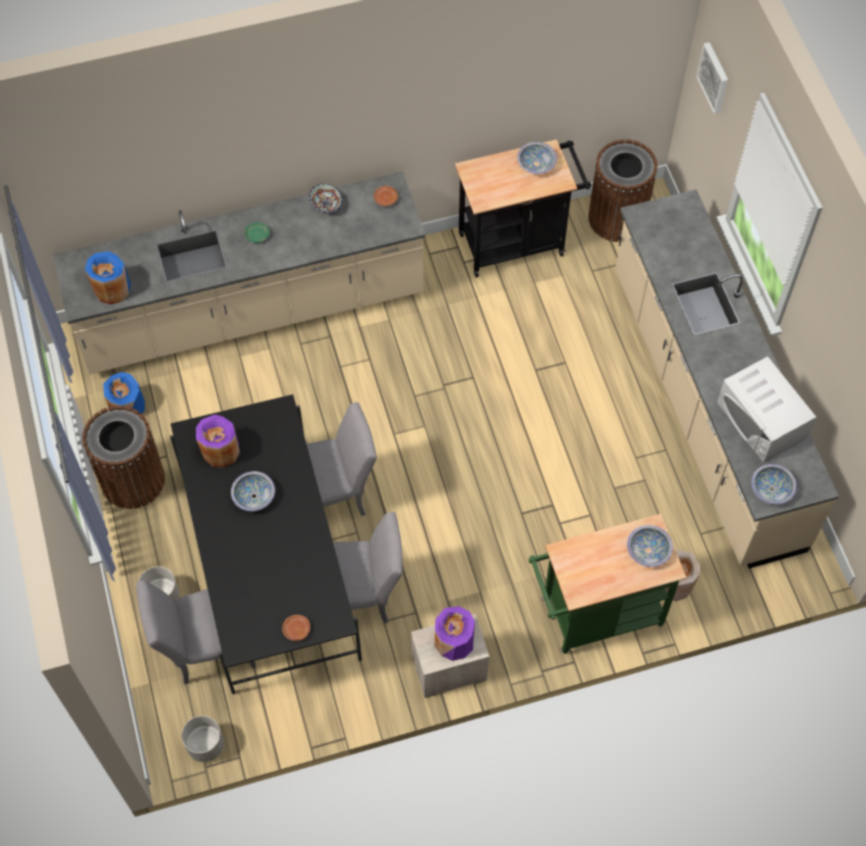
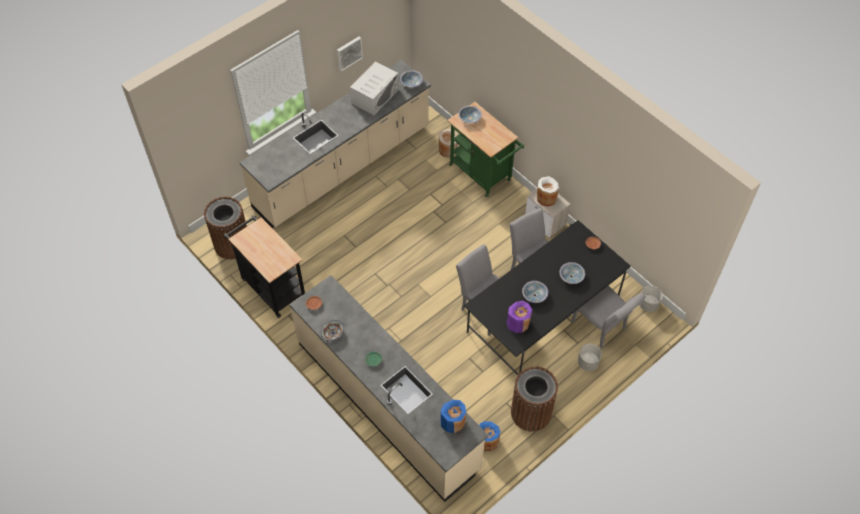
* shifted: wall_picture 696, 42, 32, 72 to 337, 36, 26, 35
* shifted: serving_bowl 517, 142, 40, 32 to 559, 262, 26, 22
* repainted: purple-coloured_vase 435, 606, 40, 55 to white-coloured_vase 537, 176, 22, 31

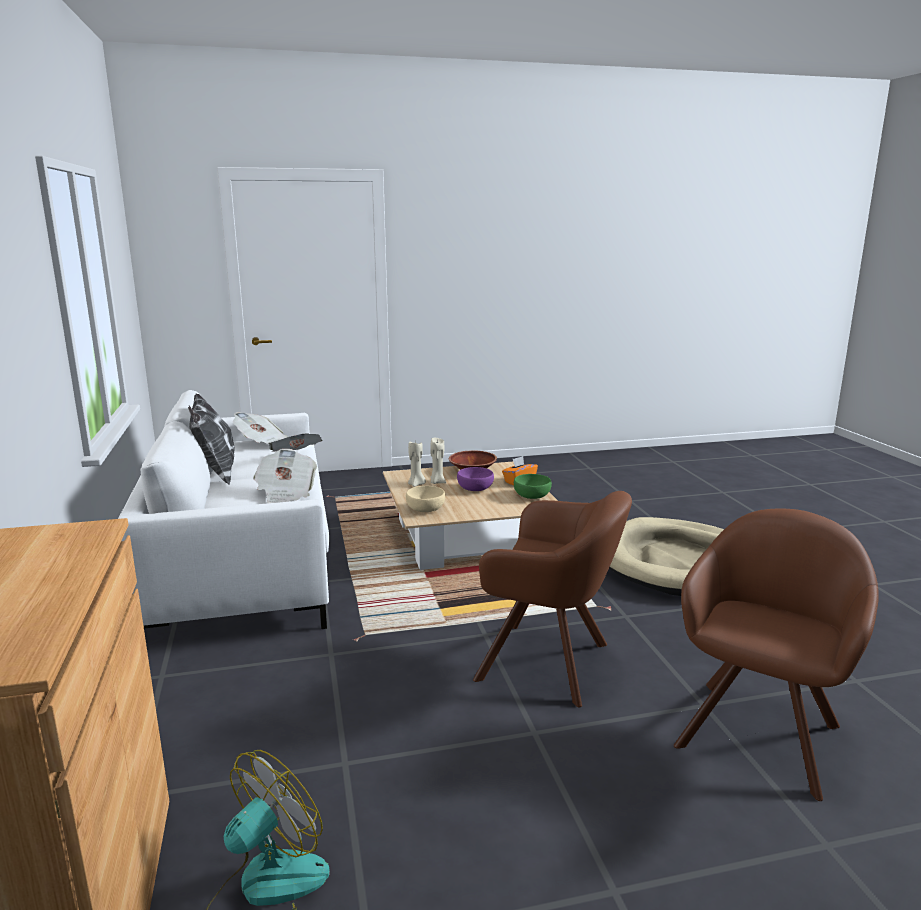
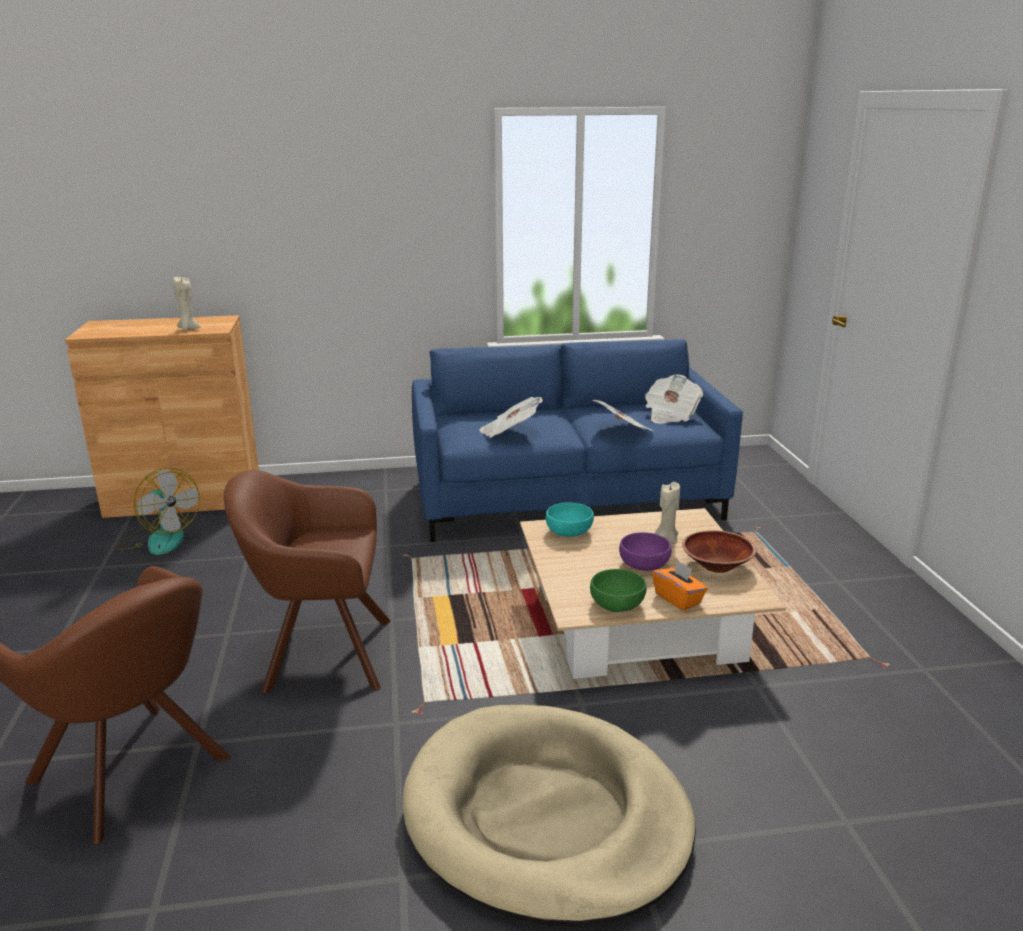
* repainted: white-coloured_couch 118, 390, 211, 239 to blue-coloured_couch 412, 339, 331, 203
* gone: cushion 188, 394, 47, 91
* shifted: sand-coloured_candle 408, 441, 18, 46 to 173, 277, 28, 54
* repainted: sand-coloured_serving_bowl 406, 486, 39, 26 to turquoise-coloured_serving_bowl 546, 503, 48, 34
* rotated: brown-coloured_armchair 473, 491, 159, 216 = 224, 470, 167, 224 60 degrees clockwise

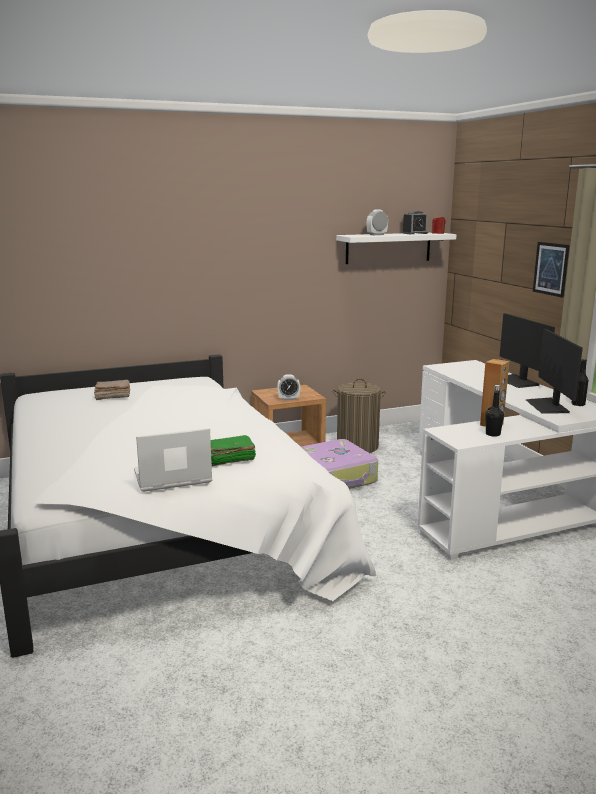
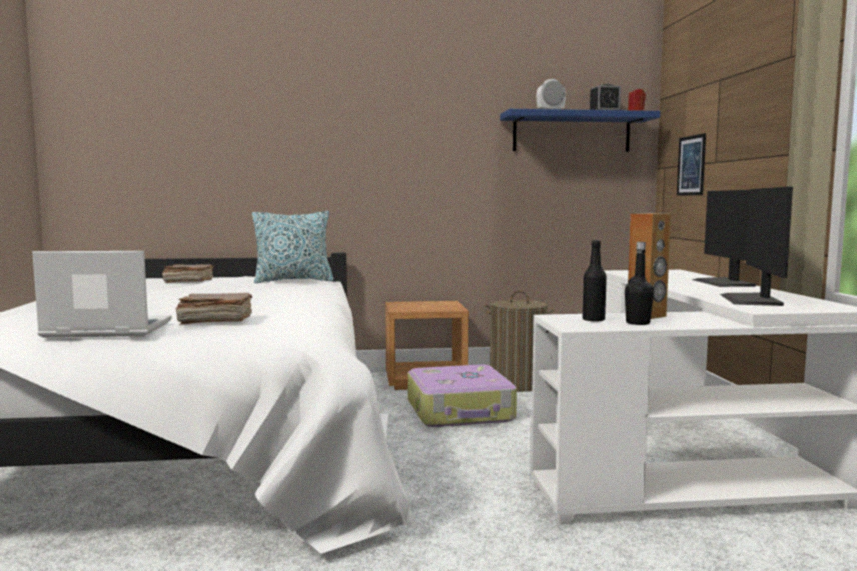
* repainted: white-coloured_shelf 336, 233, 121, 31 to blue-coloured_shelf 500, 109, 160, 43
* shifted: wall_picture 533, 242, 37, 56 to 677, 133, 29, 63
* shifted: black_bottle 572, 359, 16, 47 to 583, 240, 24, 82
* gone: bedside_clock 277, 374, 23, 26
* repainted: green_book 211, 435, 45, 31 to brown-coloured_book 176, 293, 76, 32
* new: cushion 252, 211, 82, 72

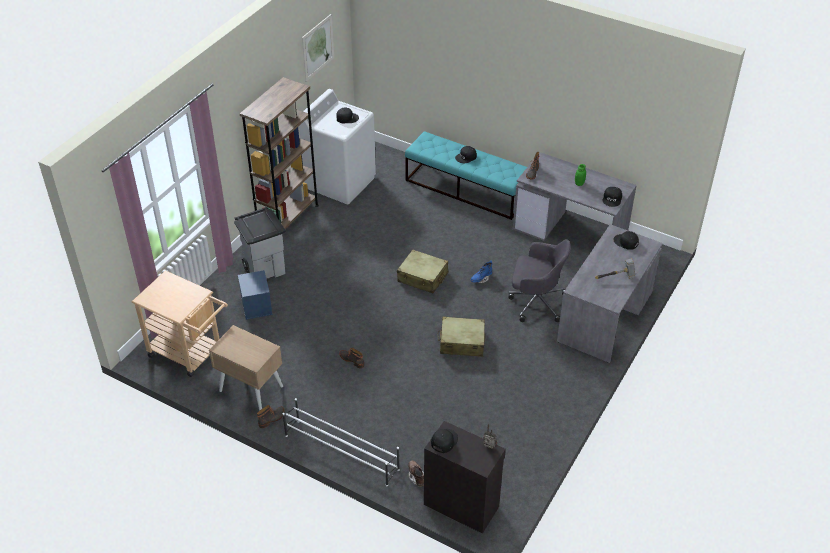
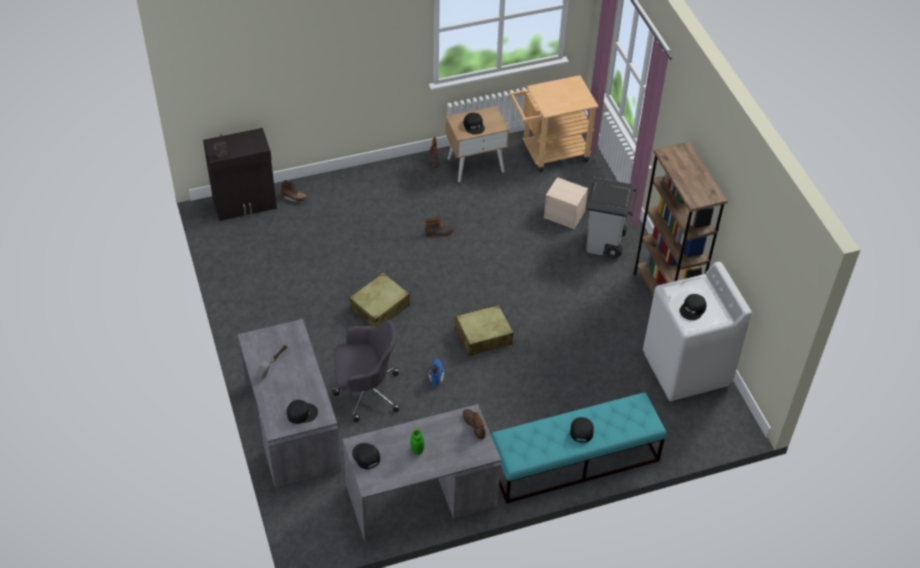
* gone: wall_picture 302, 14, 32, 68
* rotated: grey_computer_chair 508, 239, 63, 83 = 332, 320, 67, 102 150 degrees counterclockwise
* repainted: blue-coloured_storage_box 238, 270, 35, 50 to sand-coloured_storage_box 544, 177, 44, 52
* gone: white-coloured_shoe_rack 282, 398, 118, 88
* shifted: black_cap 431, 429, 27, 24 to 464, 113, 21, 22

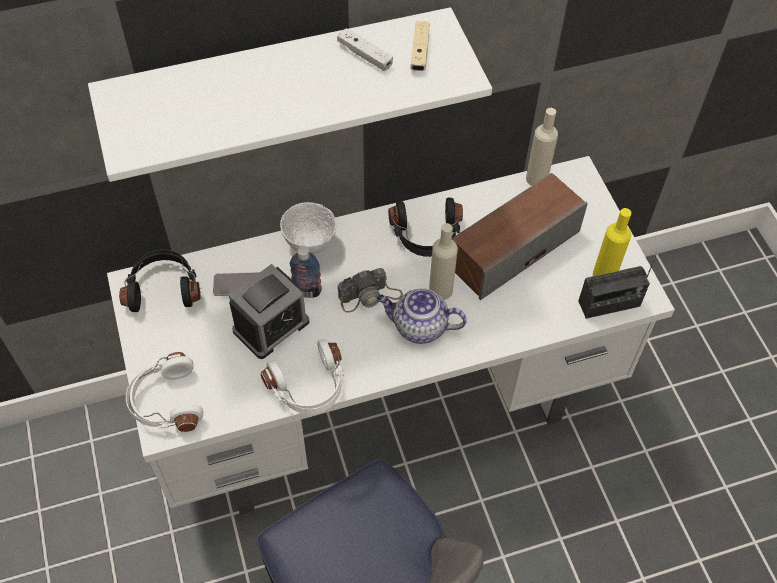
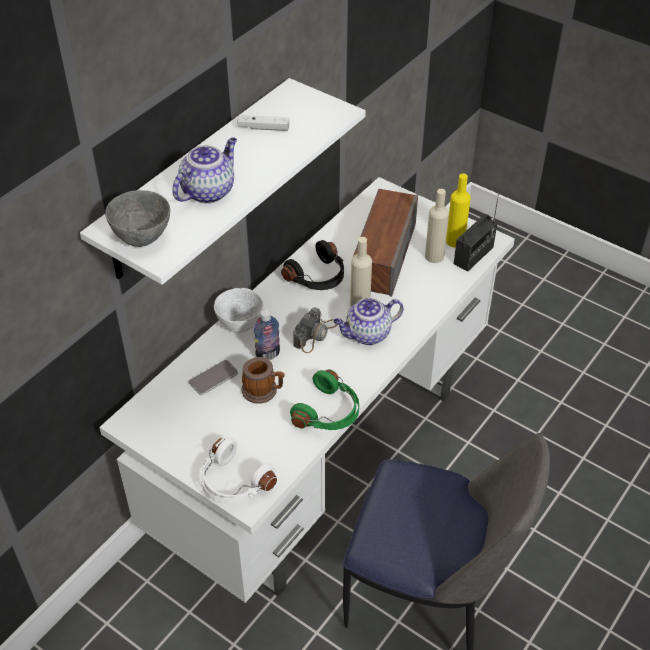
* gone: sand-coloured_game_controller 410, 21, 20, 50
* shifted: sand-coloured_bottle 526, 108, 32, 78 to 425, 189, 24, 74
* gone: black_headphones 119, 250, 82, 62
* swapped: bedside_clock 229, 264, 80, 95 to tea_mug 242, 357, 43, 47
* repainted: white-coloured_headphones 260, 339, 85, 75 to green_headphones 290, 369, 69, 61
* new: teapot 172, 137, 65, 67
* new: grey_serving_bowl 105, 190, 65, 57

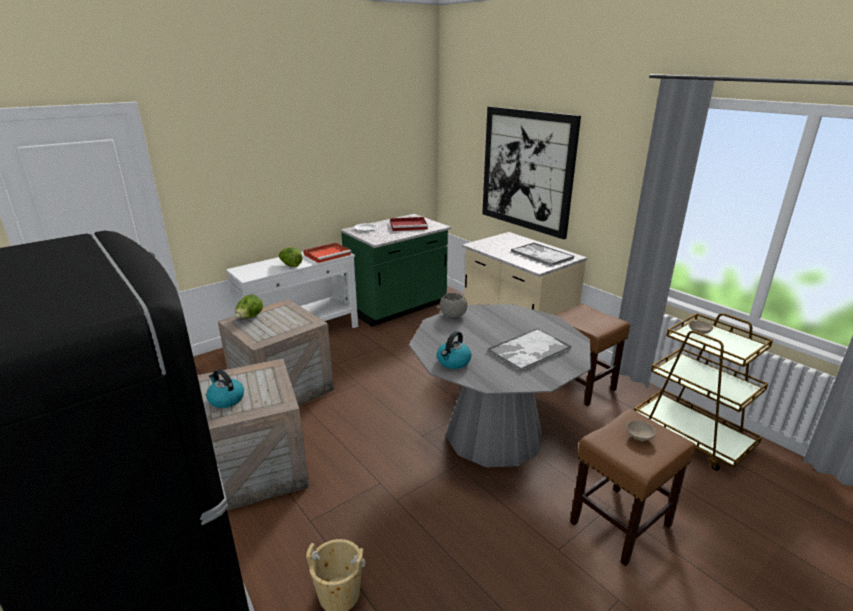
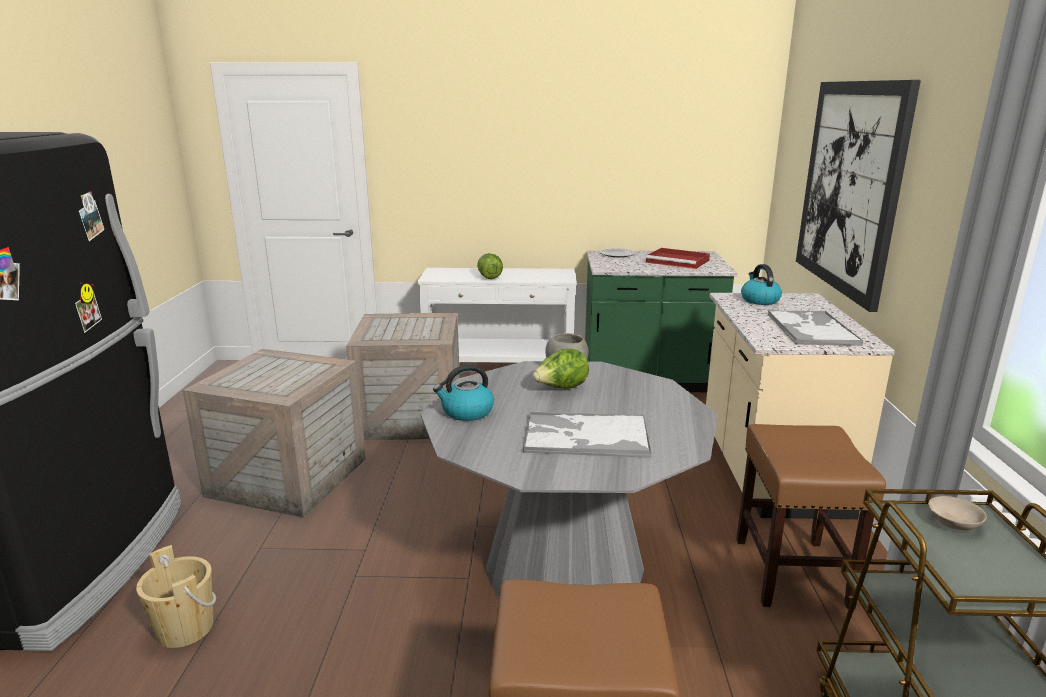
* gone: red_carrying_tray 303, 242, 48, 21
* shifted: lettuce_head 235, 295, 28, 23 to 532, 349, 57, 40
* shifted: water_kettle 206, 369, 38, 39 to 741, 264, 41, 41
* gone: sand-coloured_serving_bowl 626, 421, 30, 20

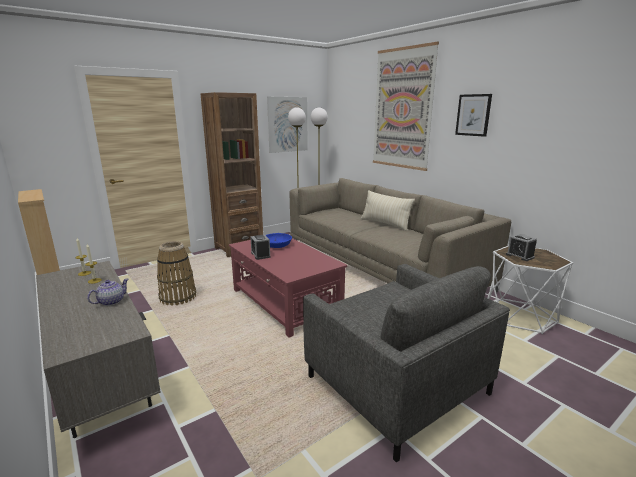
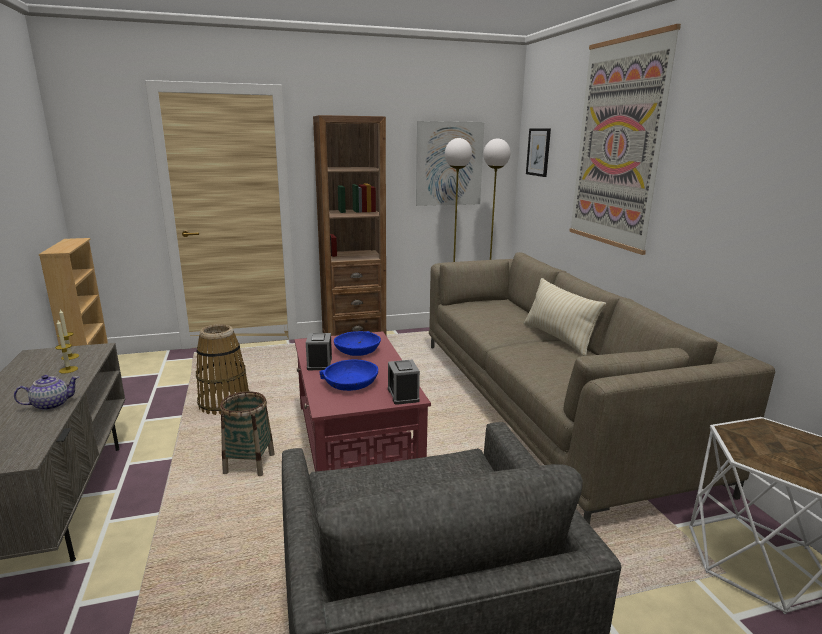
* shifted: wall_picture 455, 94, 37, 43 to 526, 128, 25, 49
* shifted: bedside_clock 506, 234, 31, 27 to 388, 360, 32, 45
* new: blue-coloured_serving_bowl 319, 359, 59, 32
* new: storage_basket 220, 391, 55, 85

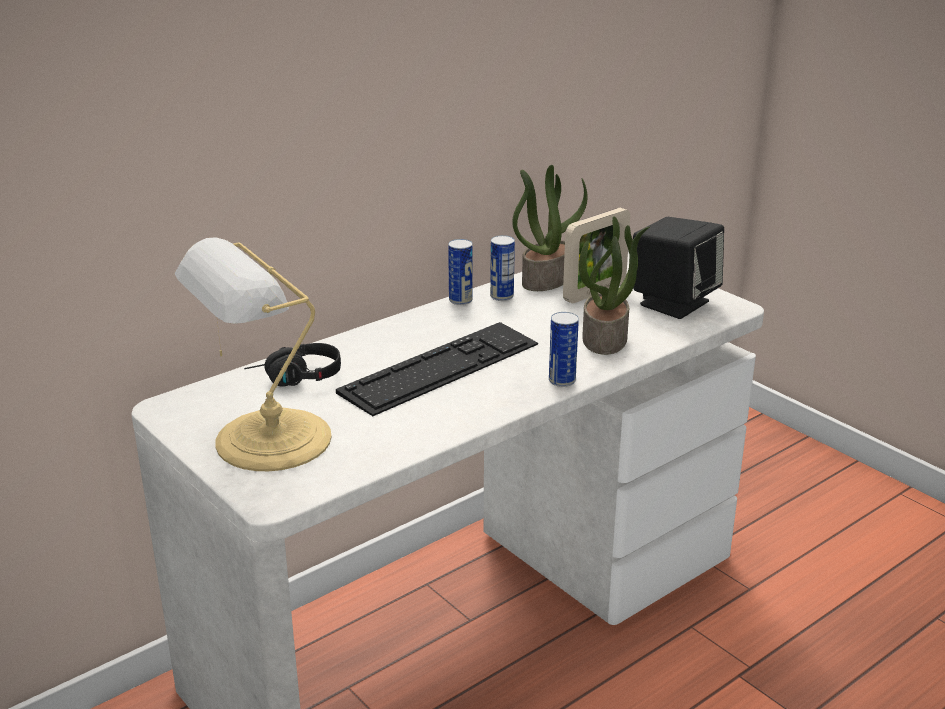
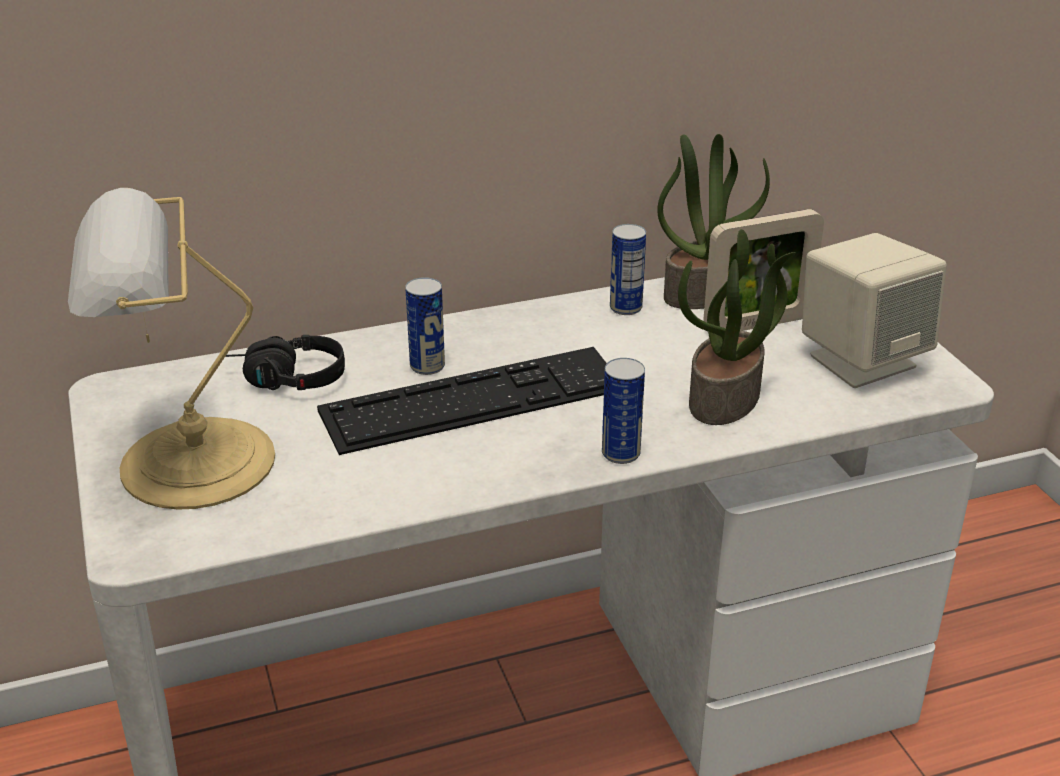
* repainted: black_loudspeaker 633, 217, 91, 102 to sand-coloured_loudspeaker 802, 233, 145, 155
* shifted: sealed_can 448, 239, 25, 66 to 405, 277, 40, 98

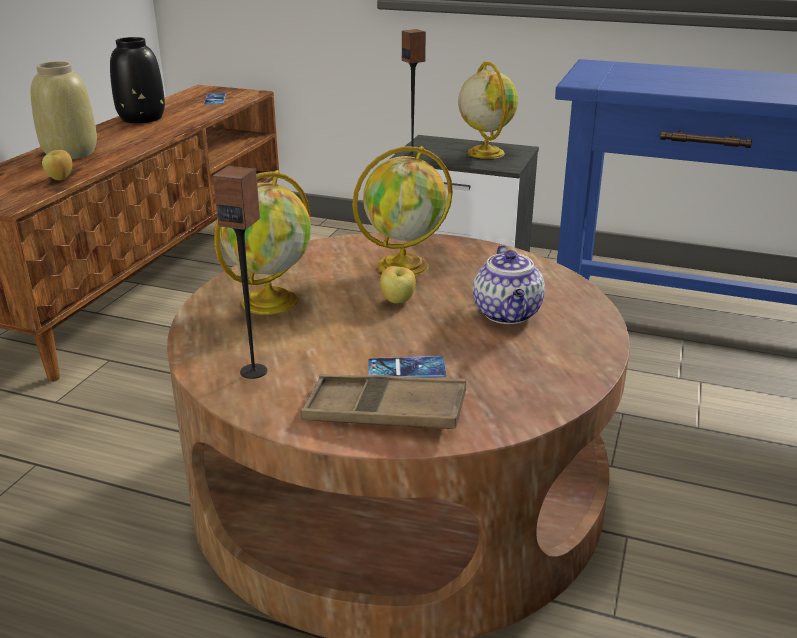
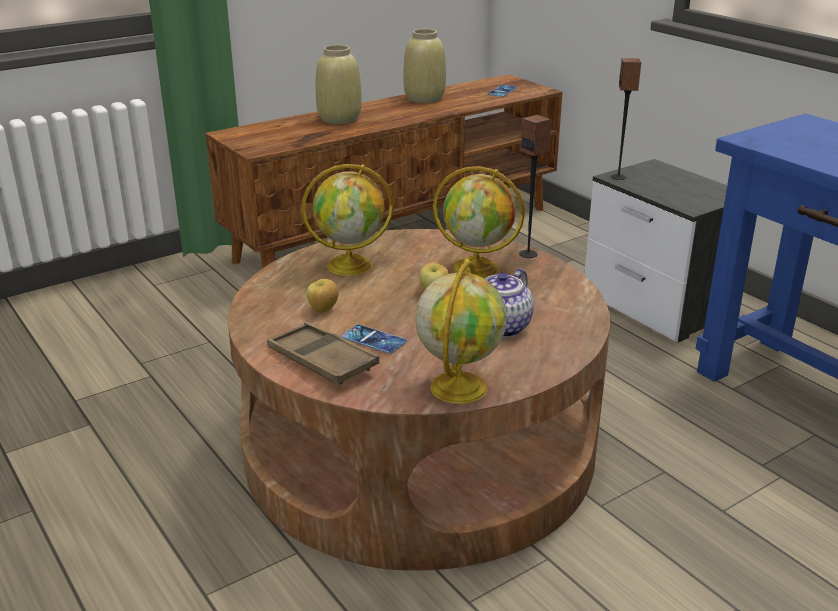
* repainted: black_vase 110, 37, 55, 86 to sand-coloured_vase 403, 29, 43, 74
* shifted: globe 458, 61, 60, 98 to 415, 259, 92, 145
* shifted: apple_fruit 42, 150, 30, 31 to 307, 279, 32, 34
* shifted: loudspeaker 213, 166, 54, 213 to 519, 115, 33, 143

